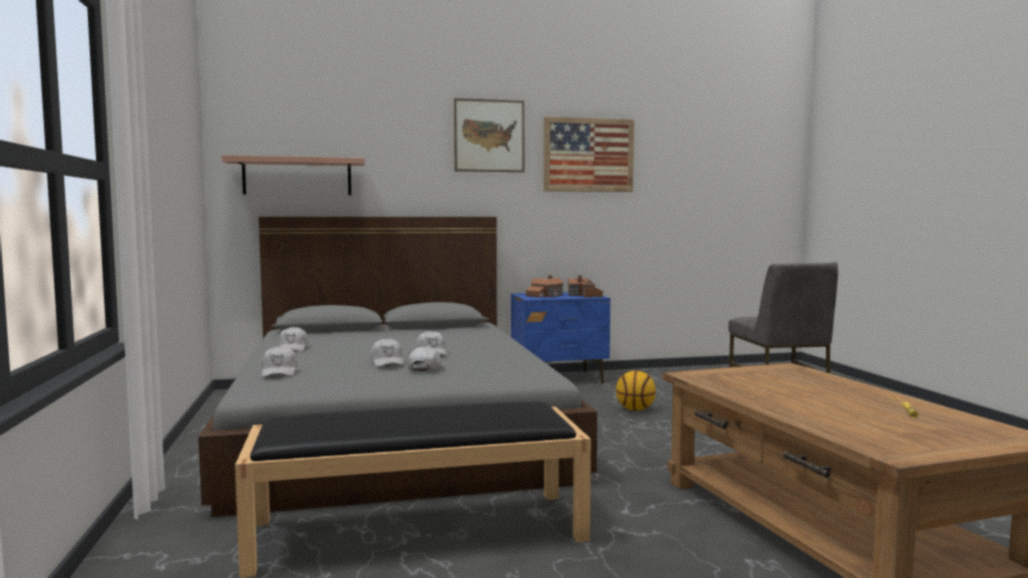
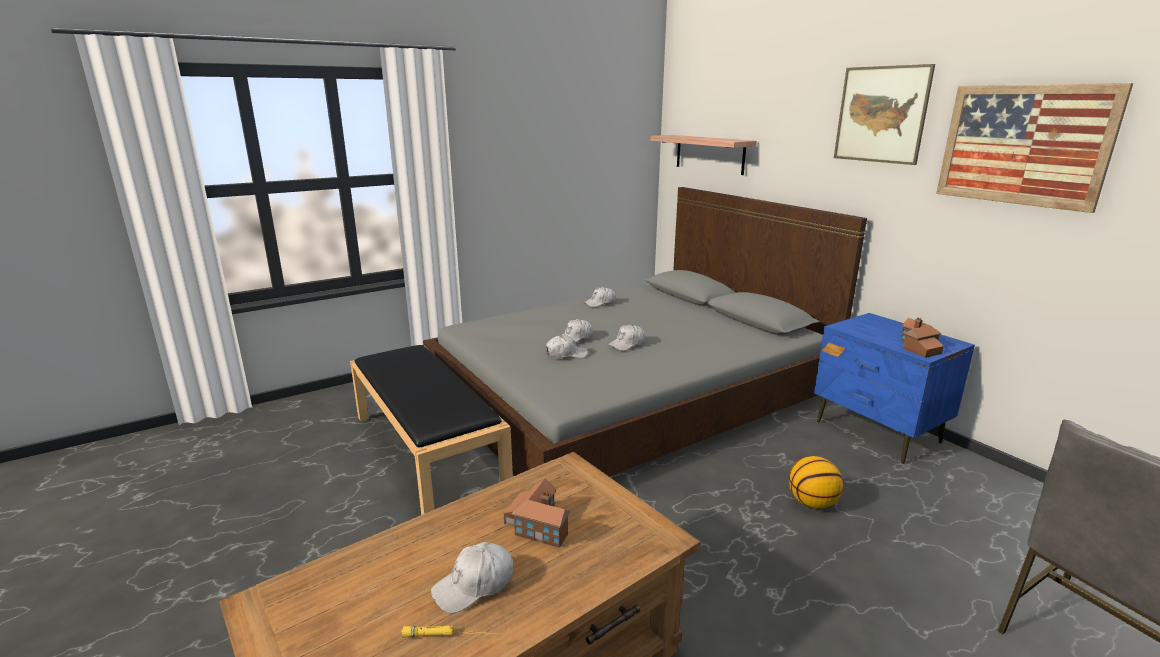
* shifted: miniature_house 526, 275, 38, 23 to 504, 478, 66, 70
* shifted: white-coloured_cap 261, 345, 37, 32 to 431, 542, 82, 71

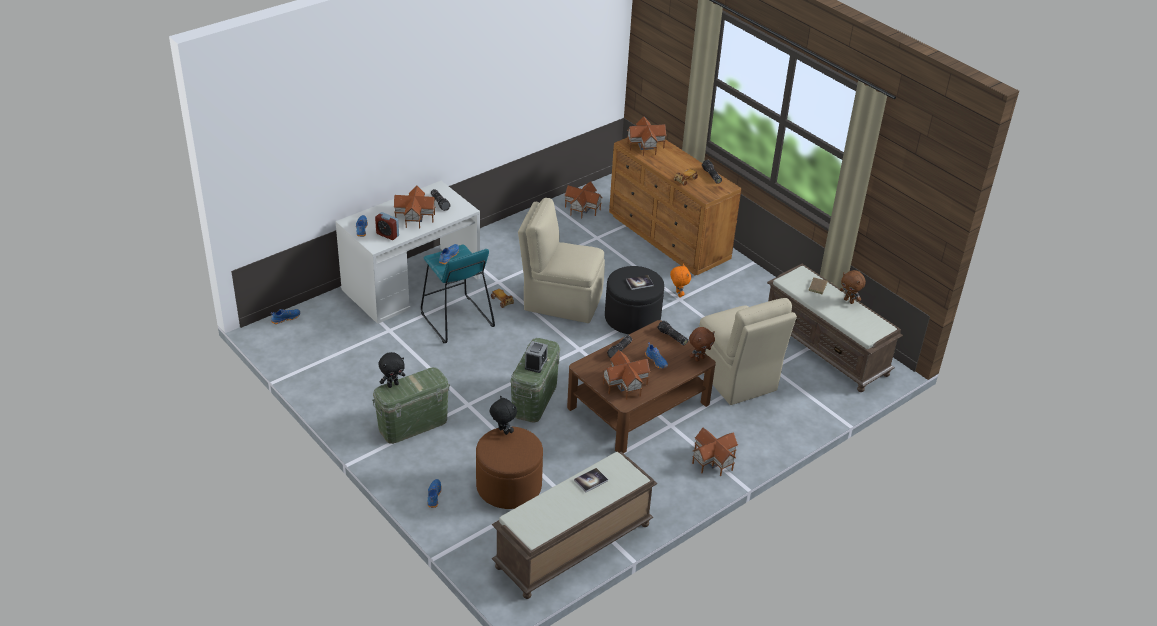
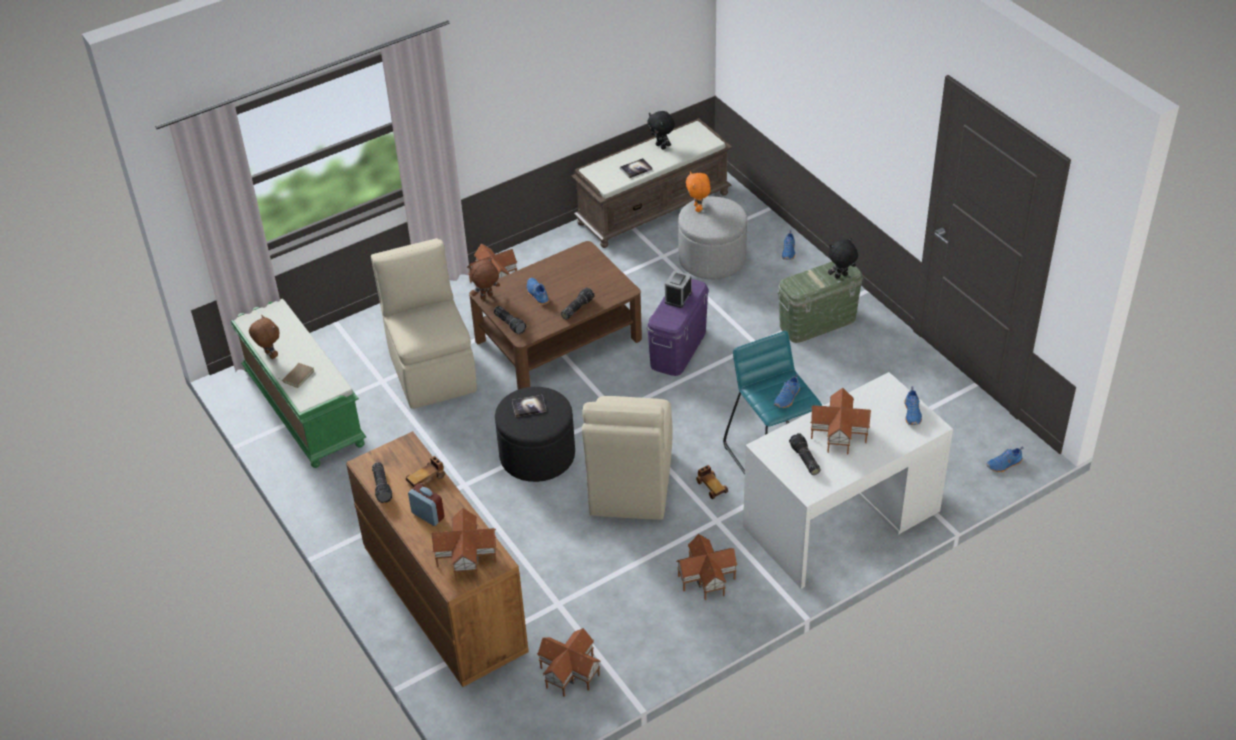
* rotated: sand-coloured_chair 518, 198, 87, 125 = 582, 396, 91, 124 75 degrees clockwise
* shifted: bedside_clock 375, 212, 24, 28 to 408, 484, 37, 42
* shifted: orangey_soft_toy 670, 264, 21, 33 to 686, 171, 25, 41
* repainted: brown-coloured_bench 767, 264, 136, 128 to green_bench 231, 299, 135, 169
* repainted: green_storage_box 510, 338, 50, 85 to purple-coloured_storage_box 647, 279, 62, 97
* shifted: miniature_house 603, 350, 48, 50 to 676, 534, 62, 66
* shifted: black_soft_toy 490, 396, 27, 39 to 647, 111, 28, 39
* repainted: brown-coloured_footrest 476, 426, 67, 83 to grey_footrest 678, 197, 69, 82

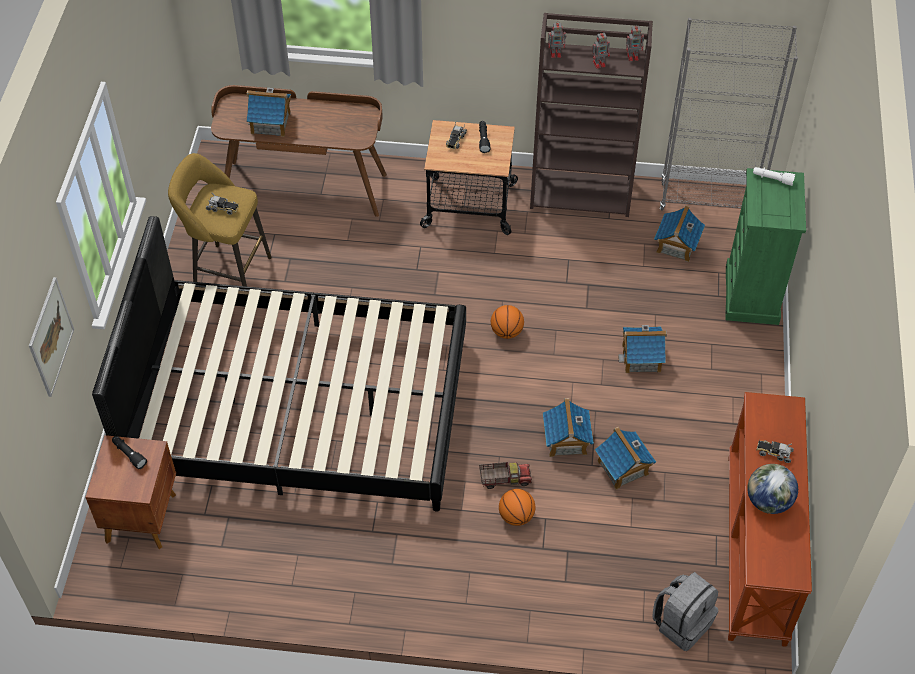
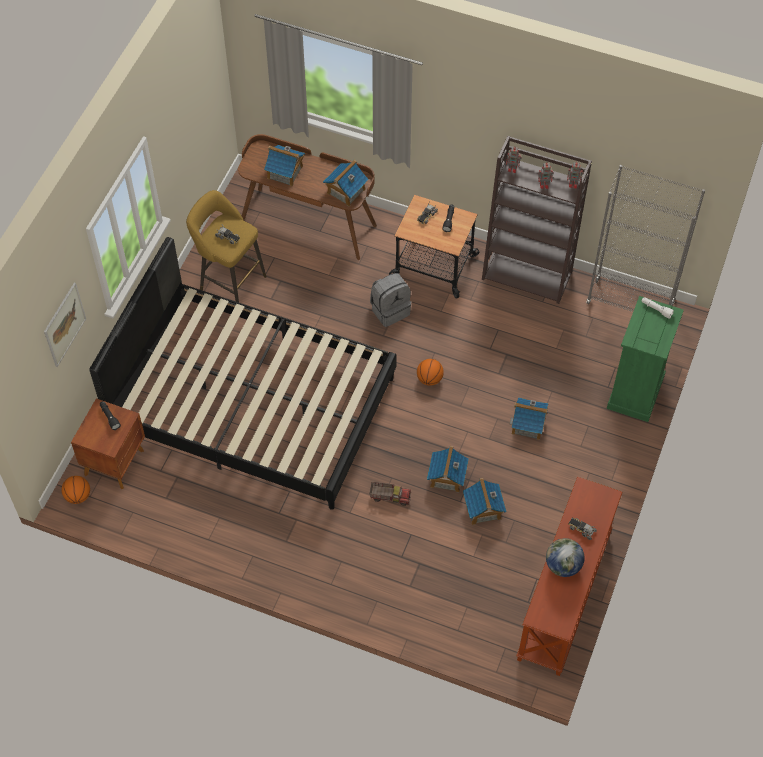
* shifted: miniature_house 654, 205, 51, 57 to 323, 160, 46, 47
* shifted: ball_for_basketball 499, 489, 36, 37 to 61, 476, 29, 28
* shifted: grey_knapsack 653, 572, 65, 79 to 370, 273, 41, 54

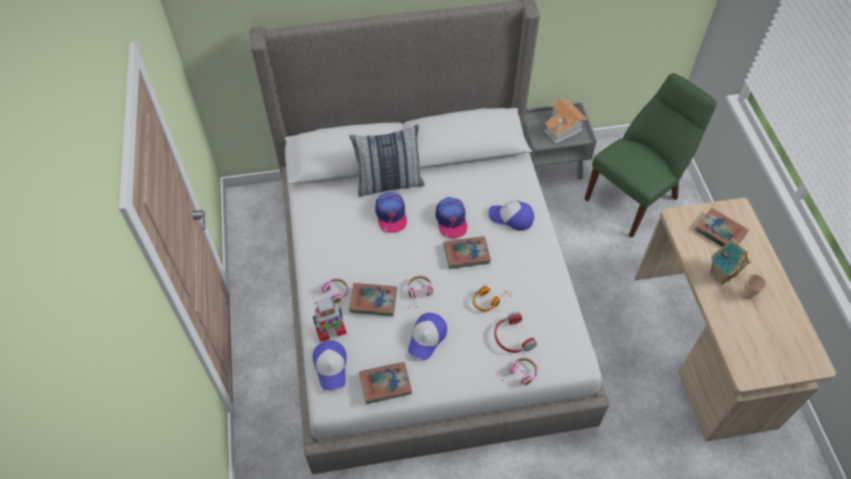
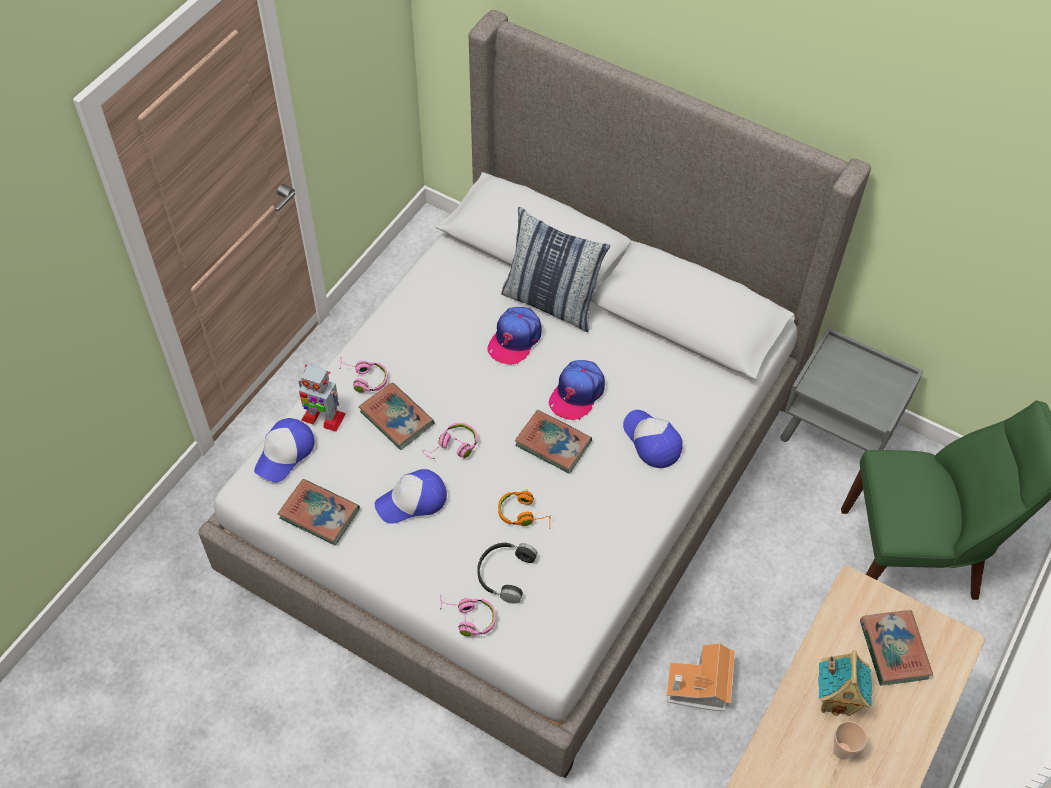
* shifted: miniature_house 544, 98, 43, 45 to 667, 643, 68, 68
* repainted: red_headphones 494, 312, 43, 41 to black_headphones 477, 543, 61, 61

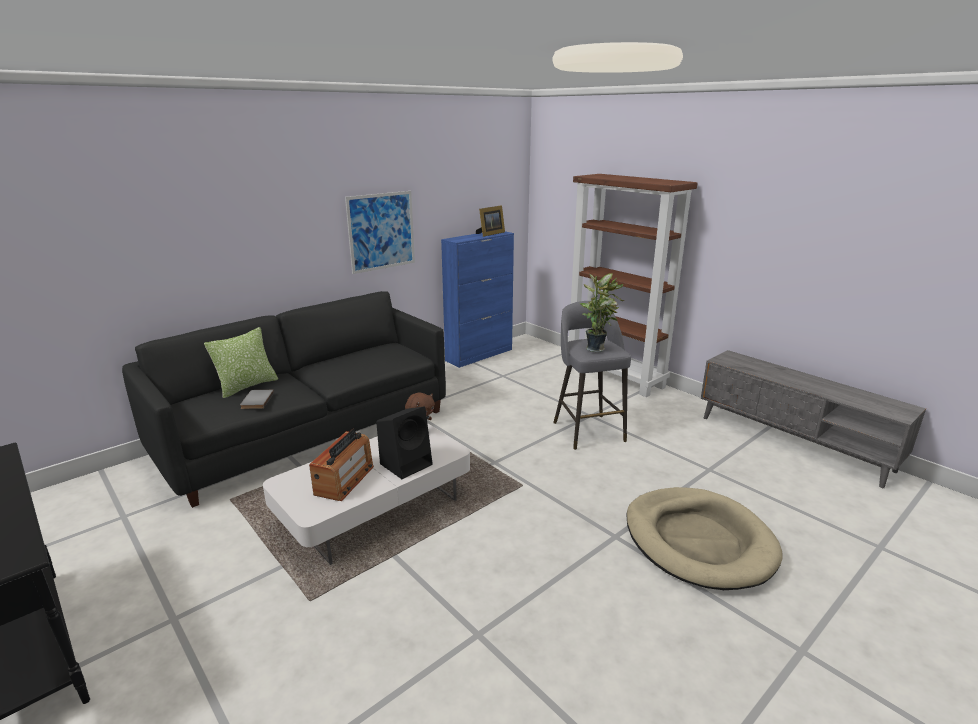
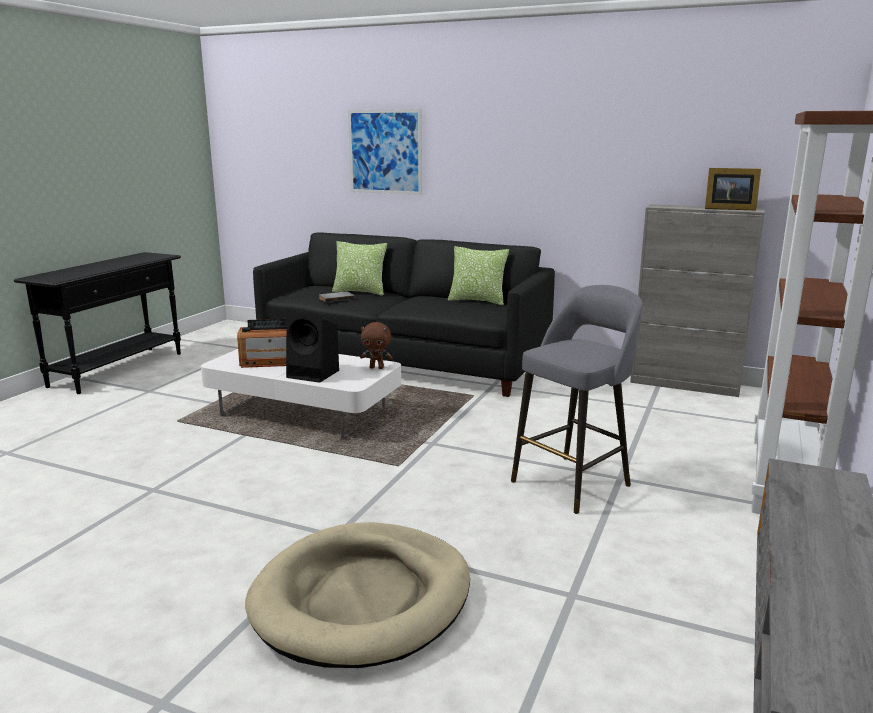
* shifted: wall_picture 345, 191, 70, 83 to 348, 109, 74, 86
* repainted: blue-coloured_cupboard 441, 231, 73, 137 to grey_cupboard 630, 204, 135, 193
* gone: plant_in_a_pot 580, 273, 44, 79
* new: cushion 448, 246, 61, 59

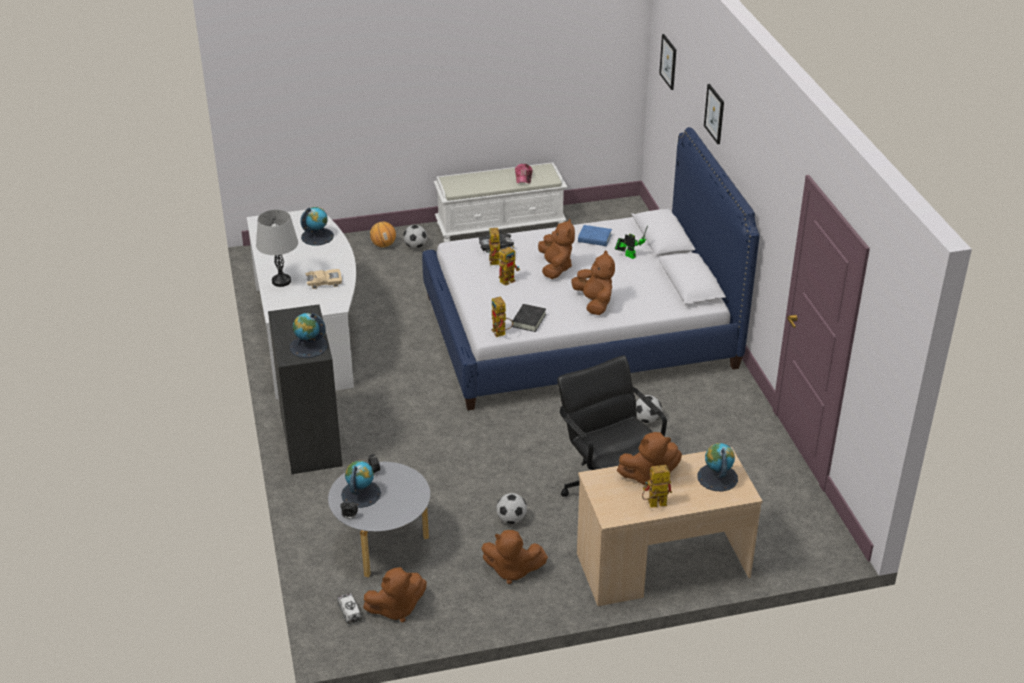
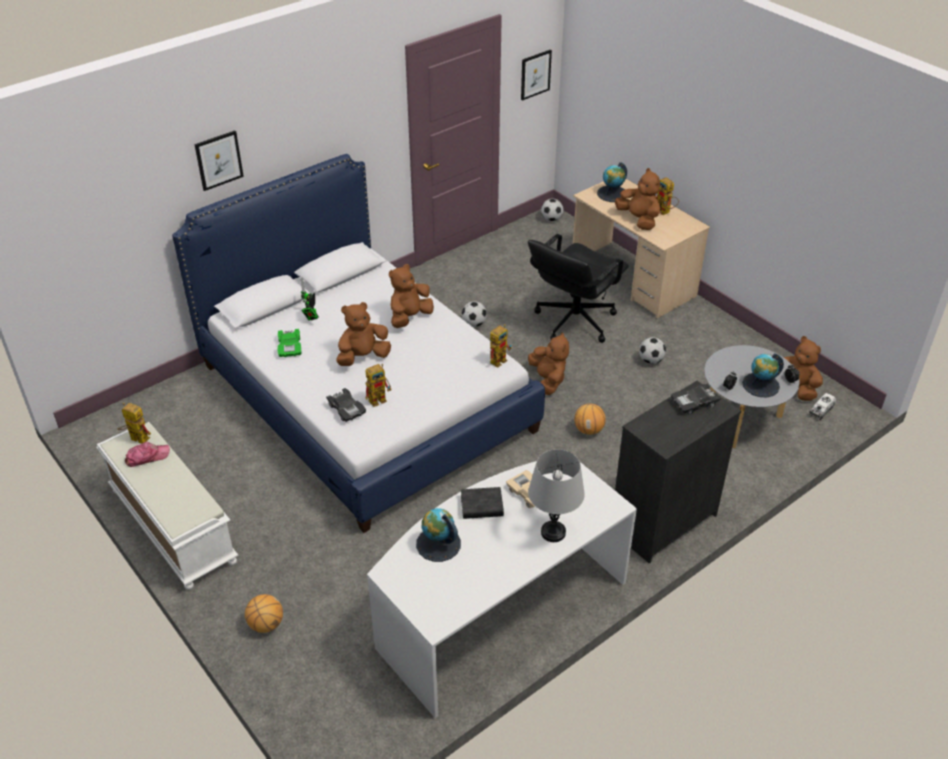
* shifted: wall_picture 659, 34, 17, 56 to 521, 50, 31, 51
* shifted: football 403, 225, 24, 24 to 541, 199, 23, 22
* swapped: blue-coloured_book 578, 225, 34, 21 to green_toy_car 278, 329, 24, 28
* shifted: model_robot 499, 246, 21, 40 to 117, 403, 34, 41
* shifted: black_book 512, 304, 34, 28 to 461, 487, 43, 32
* swapped: globe 290, 313, 38, 45 to black_toy_car 671, 384, 50, 31
* shifted: brown-coloured_soft_toy 481, 530, 67, 54 to 528, 332, 41, 63
* new: ball_for_basketball 574, 403, 32, 32

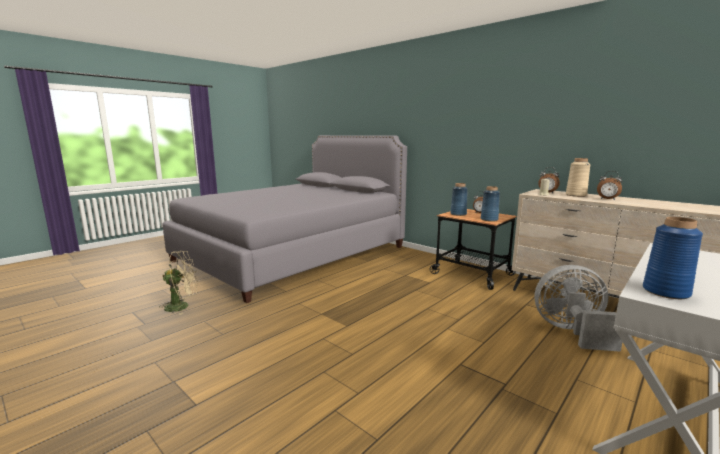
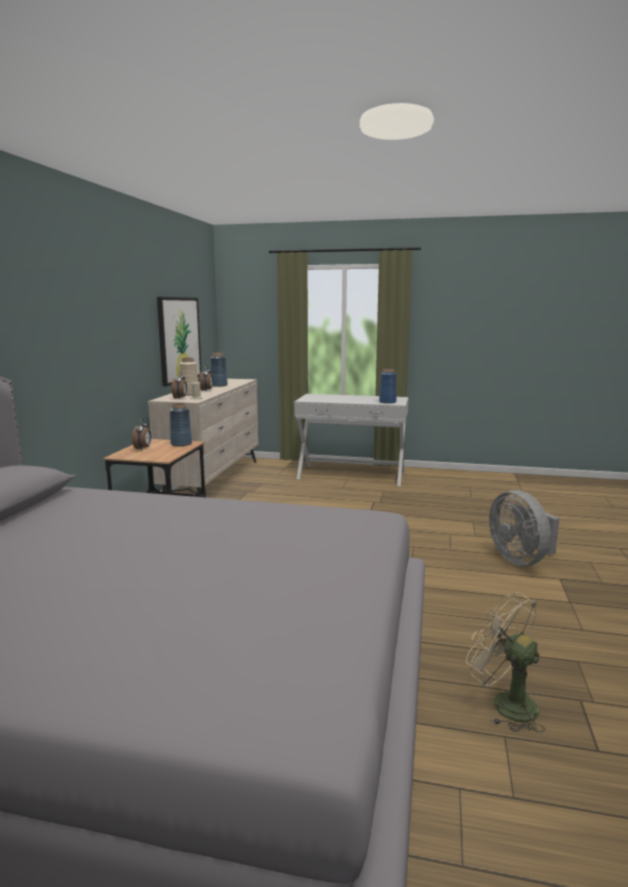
* shifted: blue-coloured_vase 450, 183, 18, 33 to 210, 353, 18, 34
* shifted: grey_electric_fan 535, 265, 87, 87 to 489, 490, 70, 76
* new: wall_picture 157, 297, 45, 89

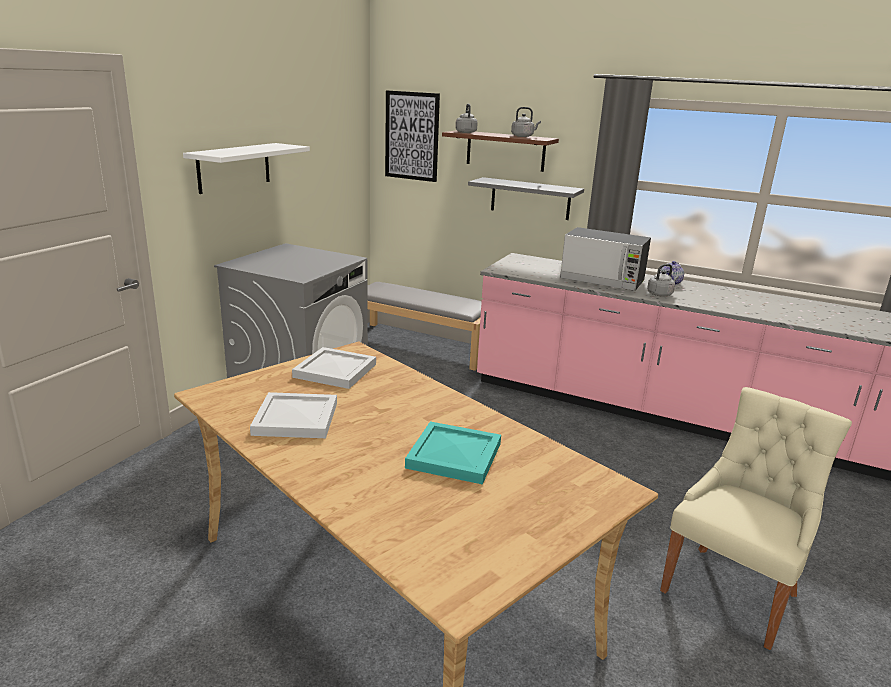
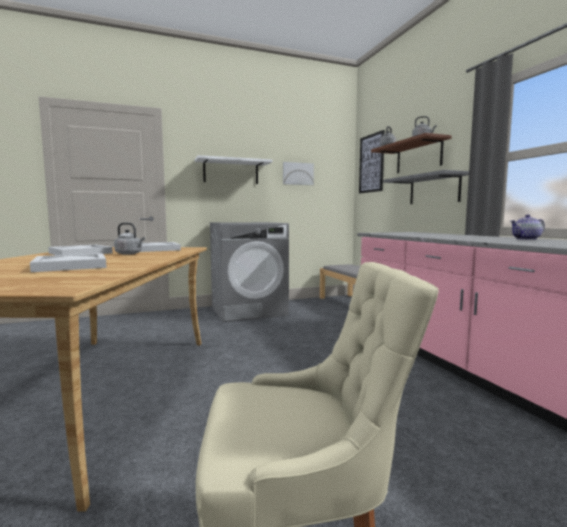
* gone: microwave 560, 227, 91, 64
* shifted: grey_water_kettle 647, 264, 32, 32 to 114, 223, 31, 32
* repainted: turquoise-coloured_carrying_tray 405, 421, 96, 64 to white-coloured_carrying_tray 30, 253, 77, 19
* new: wall_picture 283, 162, 31, 23

